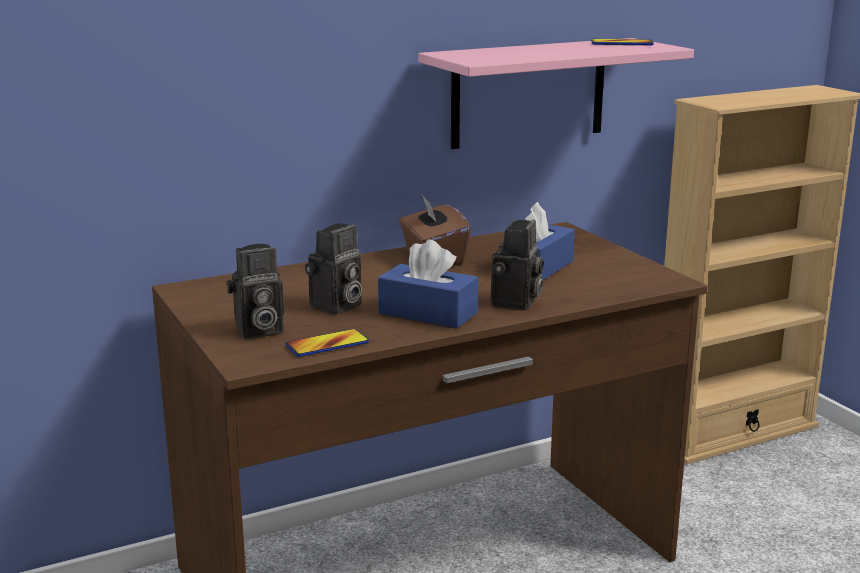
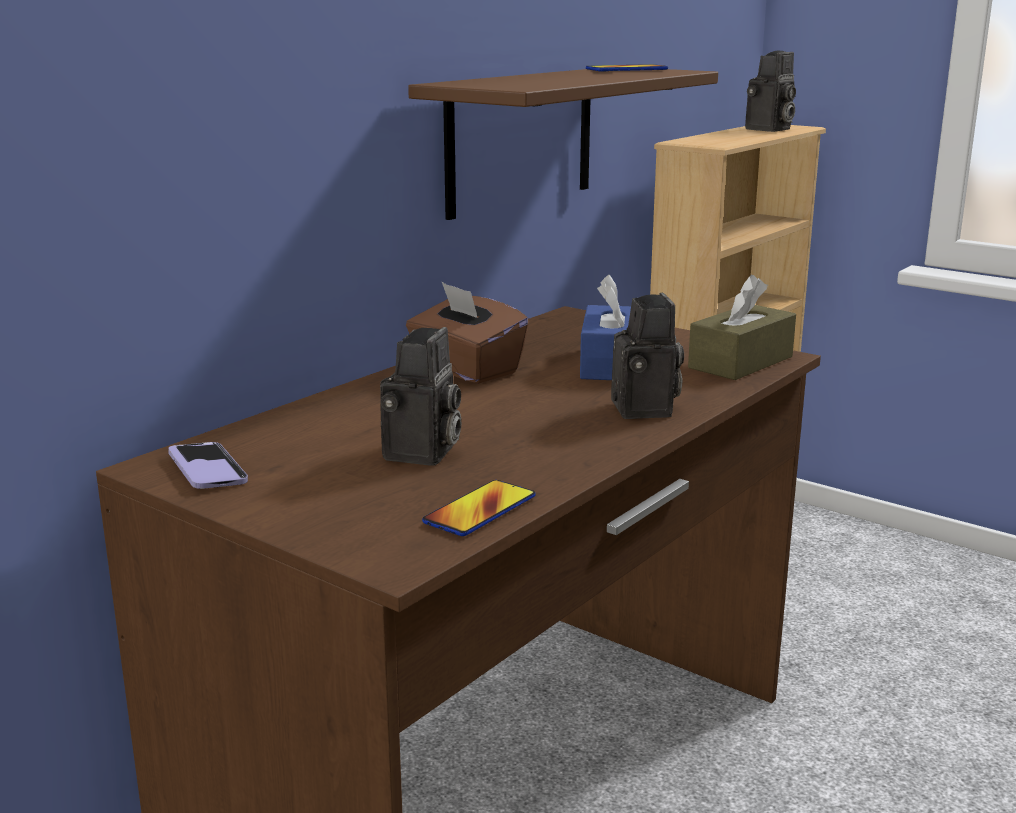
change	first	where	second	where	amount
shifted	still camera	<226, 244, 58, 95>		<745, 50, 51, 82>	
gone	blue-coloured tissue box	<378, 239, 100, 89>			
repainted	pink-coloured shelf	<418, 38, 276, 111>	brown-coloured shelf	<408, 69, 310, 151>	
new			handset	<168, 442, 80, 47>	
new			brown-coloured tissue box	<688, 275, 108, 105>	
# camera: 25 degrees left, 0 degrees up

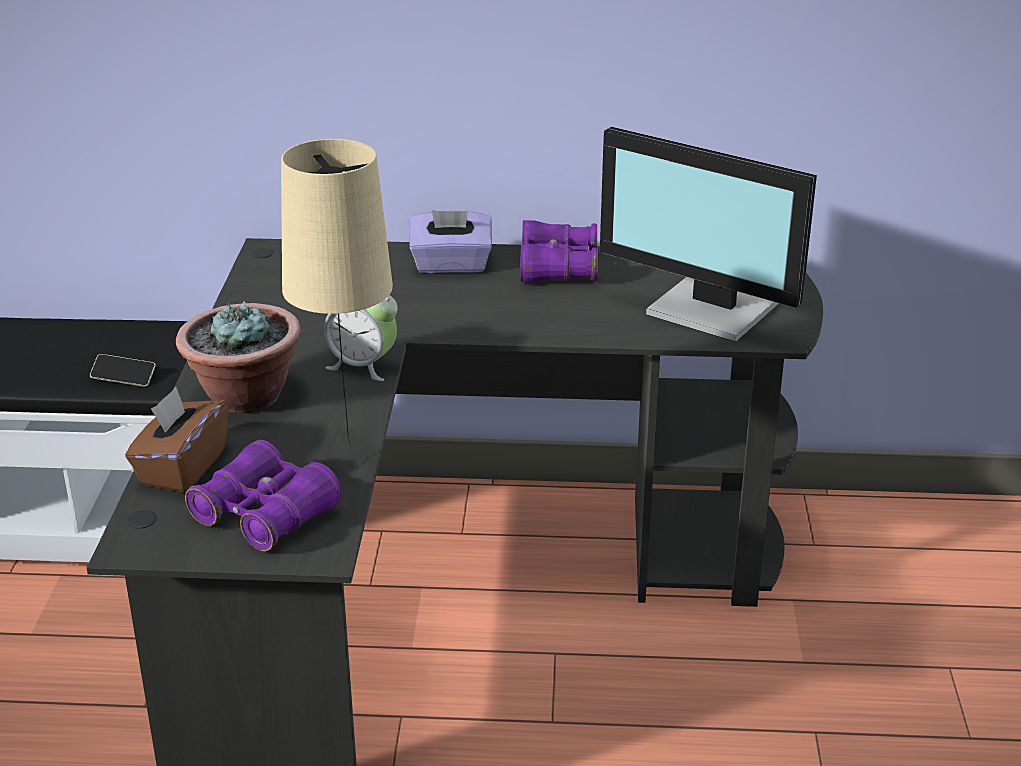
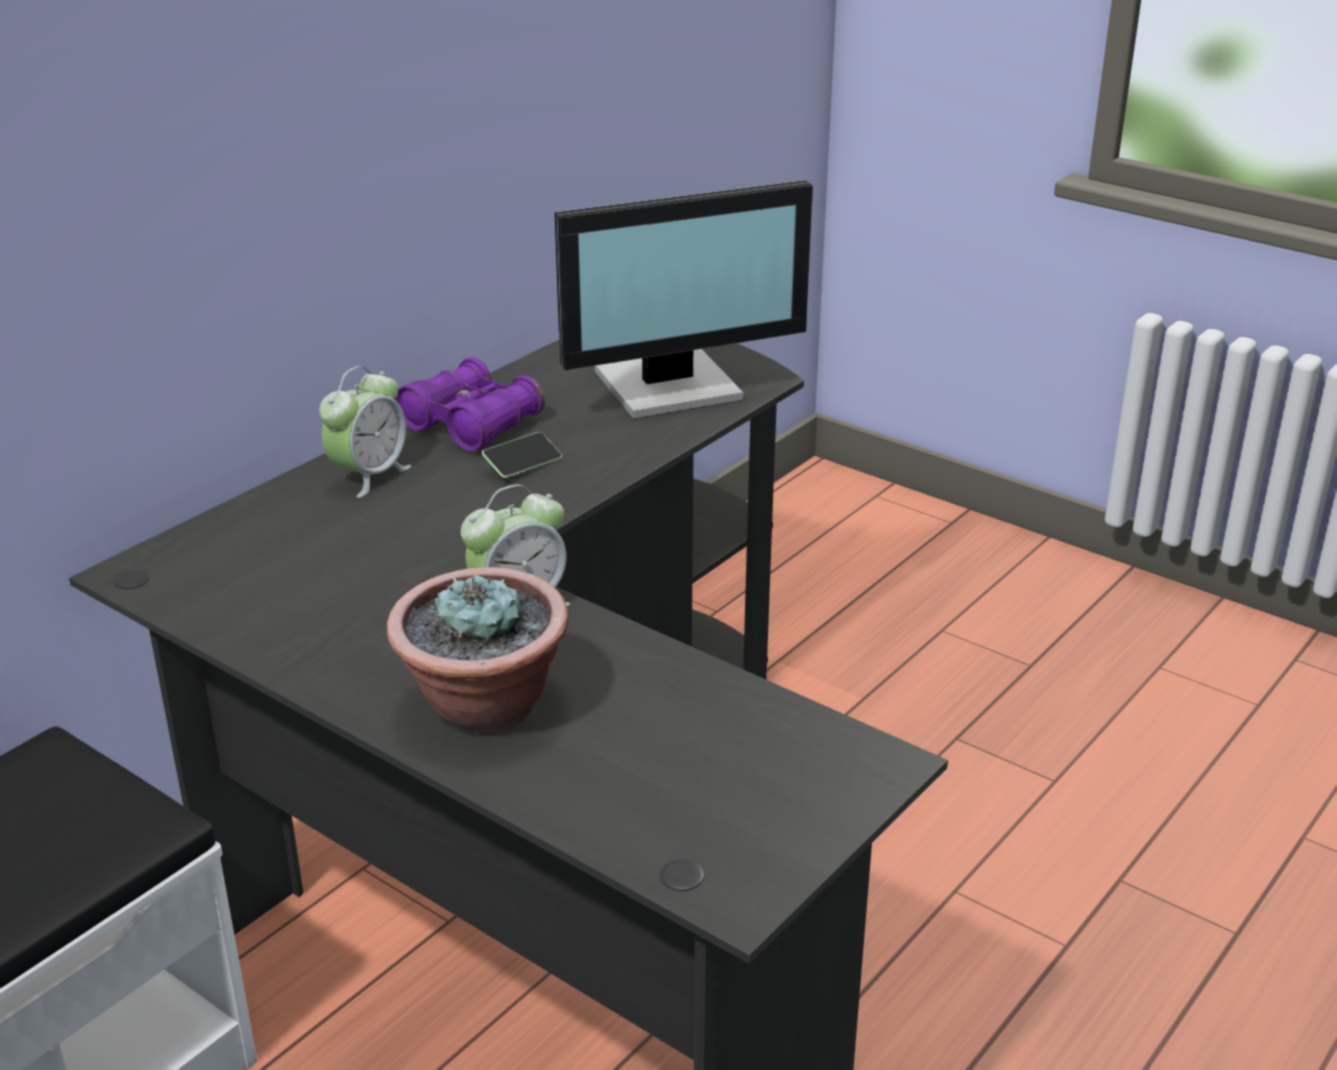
change	first	where	second	where	amount
shifted	handset	<90, 354, 66, 33>		<482, 432, 80, 46>	
gone	brown-coloured tissue box	<125, 387, 104, 106>			
gone	purplish pair of binoculars	<185, 440, 157, 111>			
gone	beige tabletop lamp	<281, 139, 112, 329>			
swapped	purplish tissue box	<409, 210, 83, 63>	table clock	<319, 366, 92, 132>	
# camera: 55 degrees left, 0 degrees up

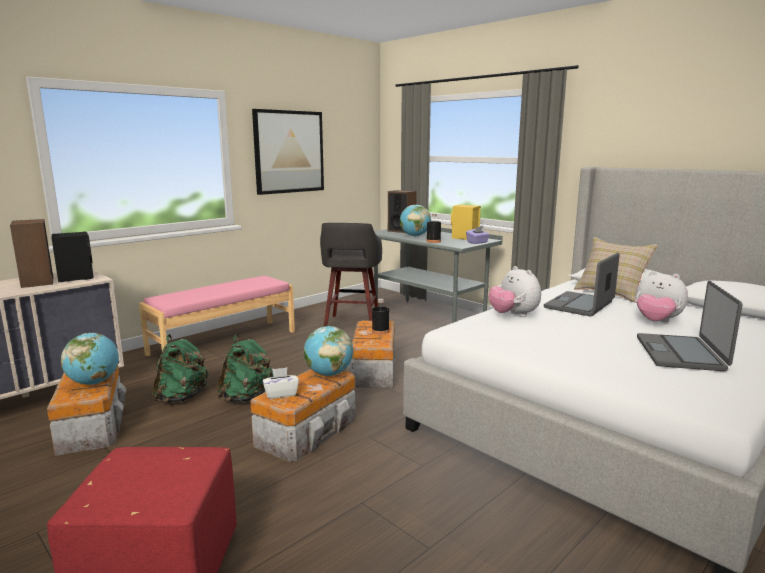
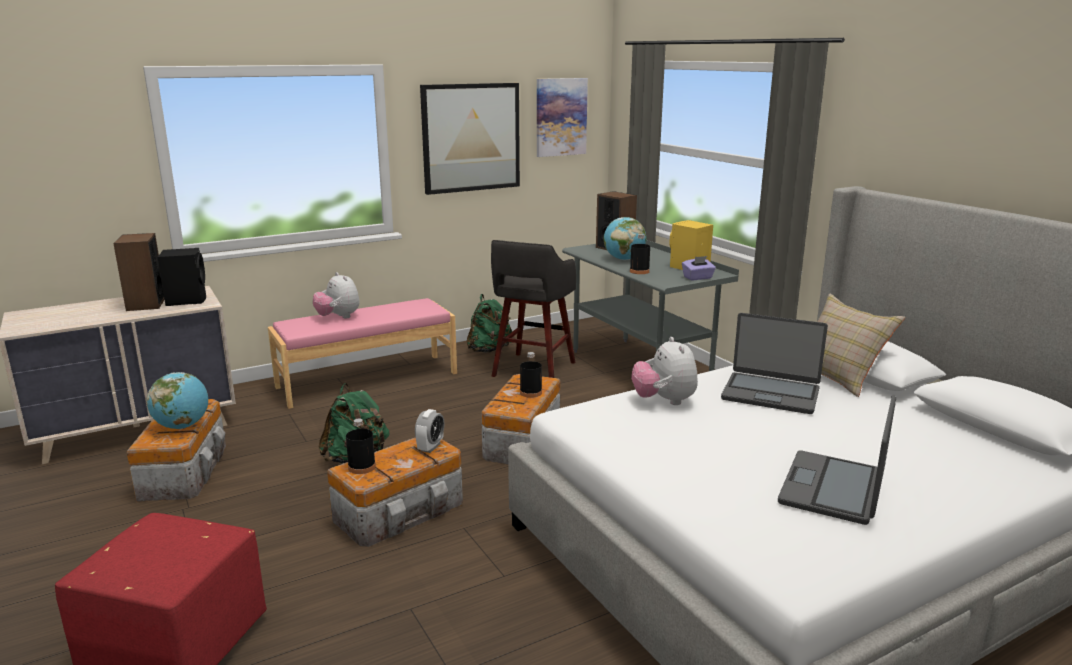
change	first	where	second	where	amount
shifted	greenish backpack	<152, 334, 57, 69>		<467, 294, 45, 59>	
swapped	white-coloured tissue box	<263, 367, 36, 32>	black beverage bottle	<346, 419, 30, 55>	
swapped	desk globe	<304, 326, 49, 50>	table clock	<415, 409, 29, 44>	
rotated	notebook computer	<544, 252, 76, 65>		<721, 313, 107, 101>	120 degrees counterclockwise
shifted	cuddly toy	<636, 271, 52, 51>		<313, 272, 47, 46>	
new			wall picture	<537, 78, 51, 79>	
# camera: 15 degrees right, 5 degrees up

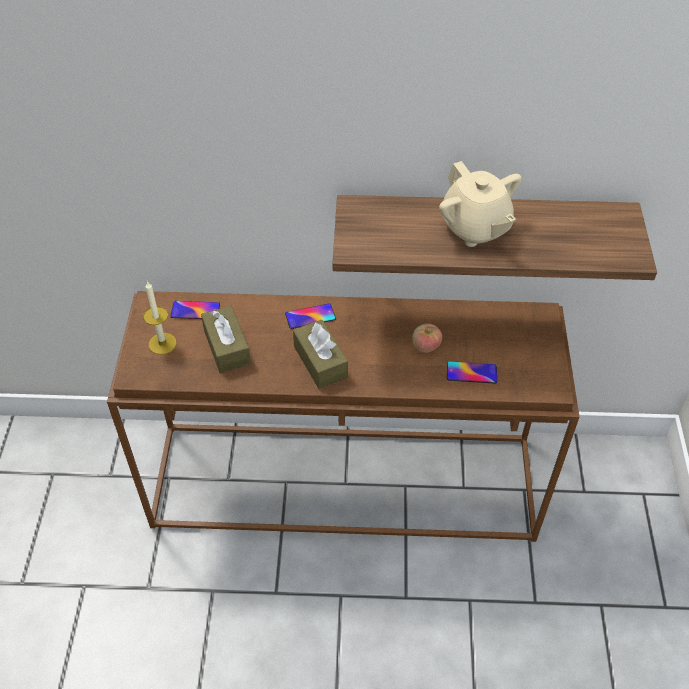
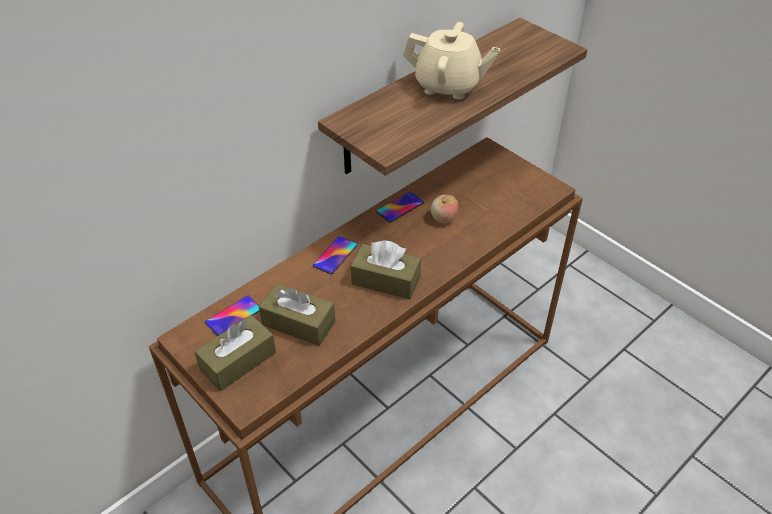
change	first	where	second	where	amount
swapped	candle	<143, 281, 34, 74>	brown-coloured tissue box	<195, 315, 81, 76>	
shifted	handset	<447, 361, 50, 23>		<376, 192, 48, 30>	
# camera: 45 degrees left, 5 degrees down

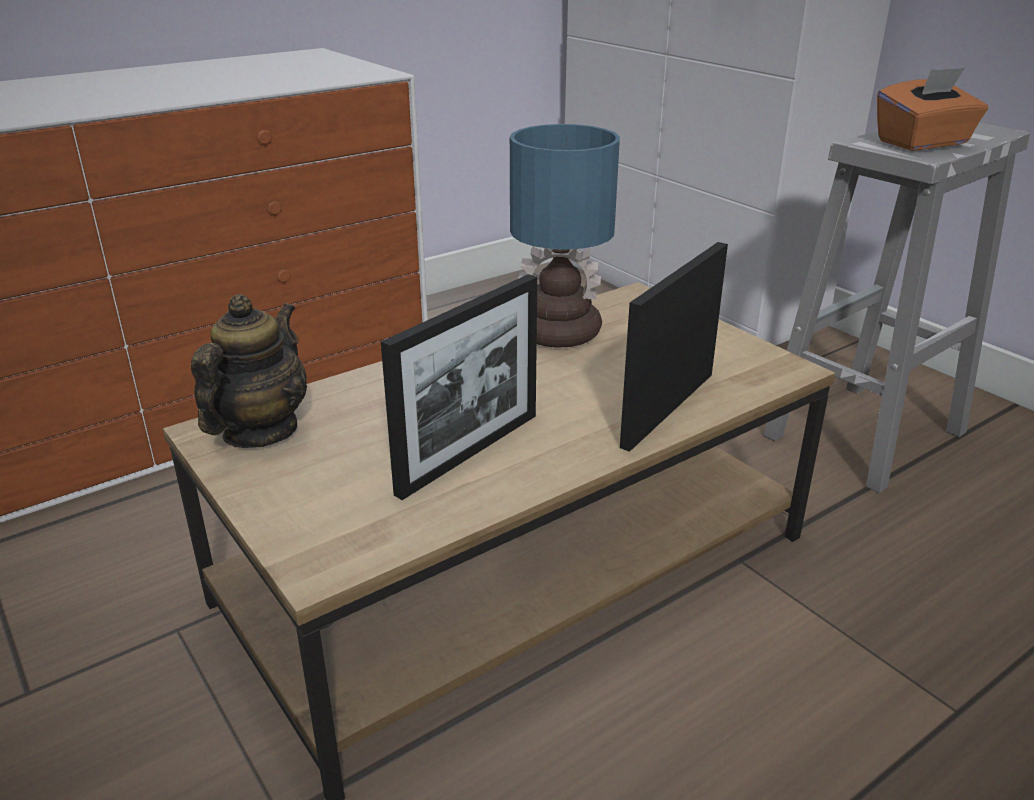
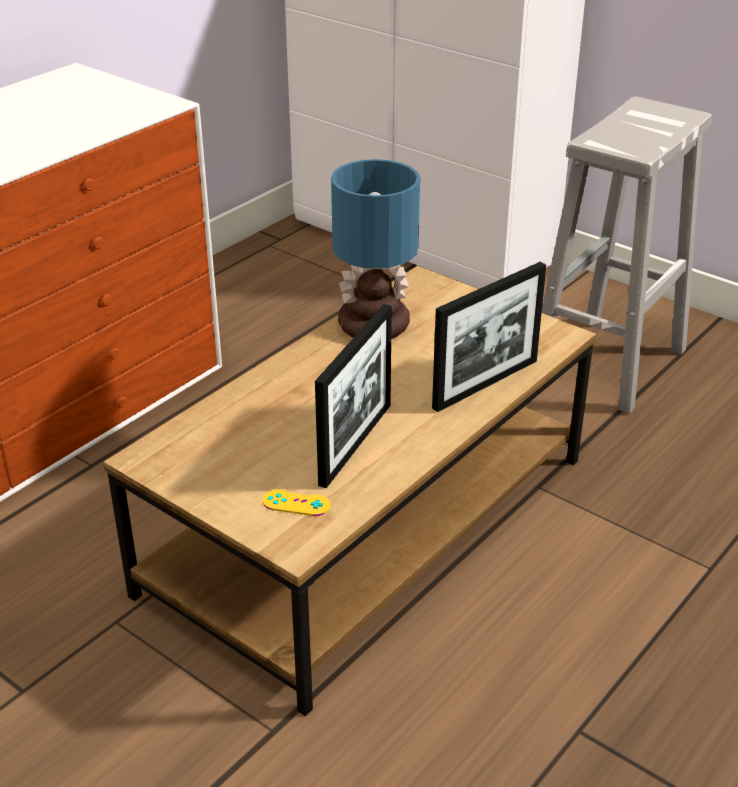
change	first	where	second	where	amount
gone	teapot	<191, 294, 116, 154>			
rotated	picture frame	<620, 242, 108, 210>		<432, 262, 114, 150>	150 degrees counterclockwise
gone	orange tissue box	<877, 67, 111, 83>			
new			yellow gamepad	<262, 489, 69, 27>	
# camera: 15 degrees left, 5 degrees up

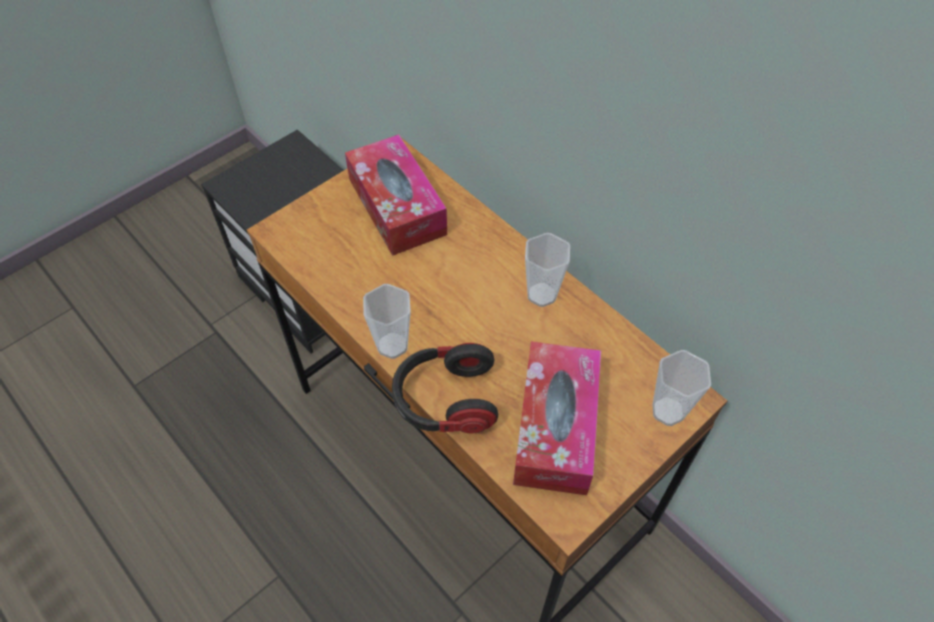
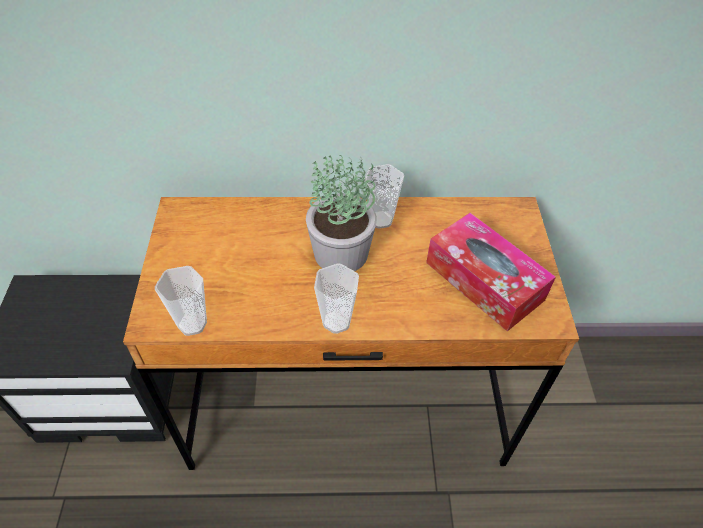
change	first	where	second	where	amount
gone	tissue box	<345, 134, 102, 122>			
gone	headphones	<392, 343, 106, 90>			
shifted	cup	<652, 350, 59, 76>		<155, 266, 52, 70>	
new			houseplant	<306, 155, 71, 116>	
# camera: 50 degrees left, 5 degrees down

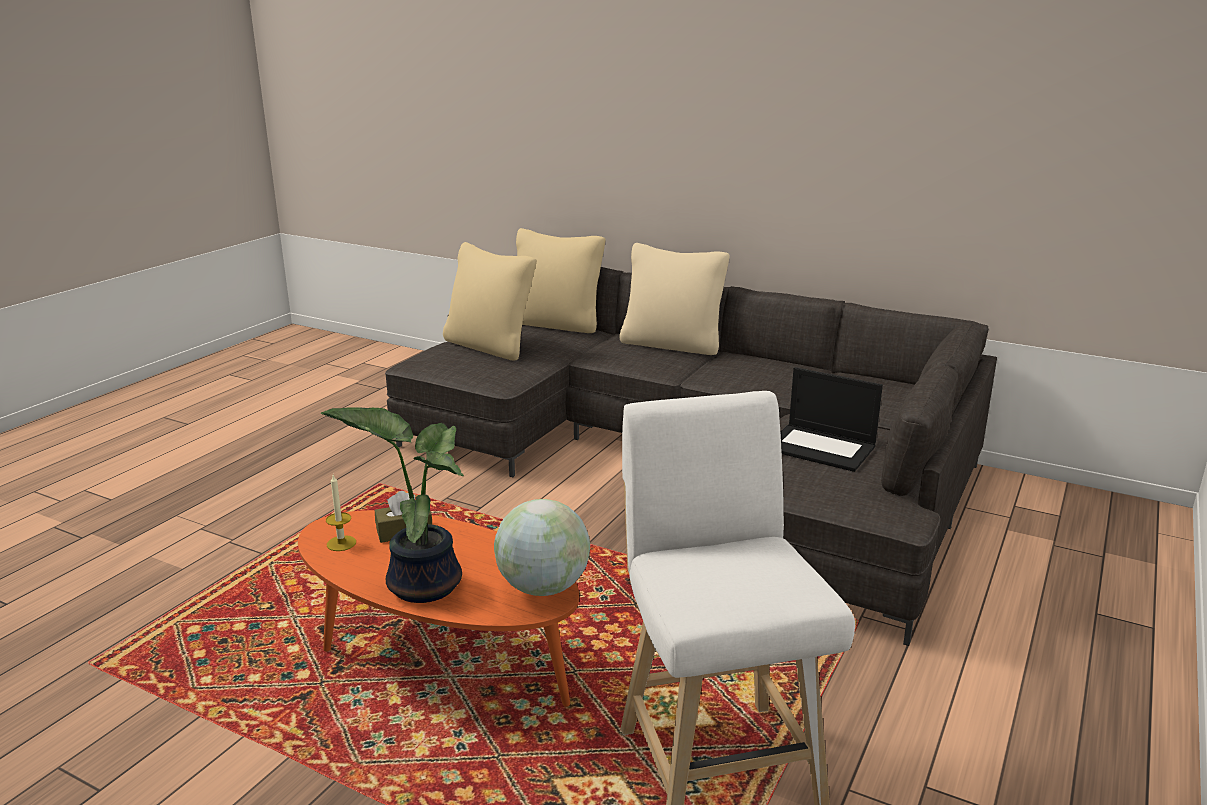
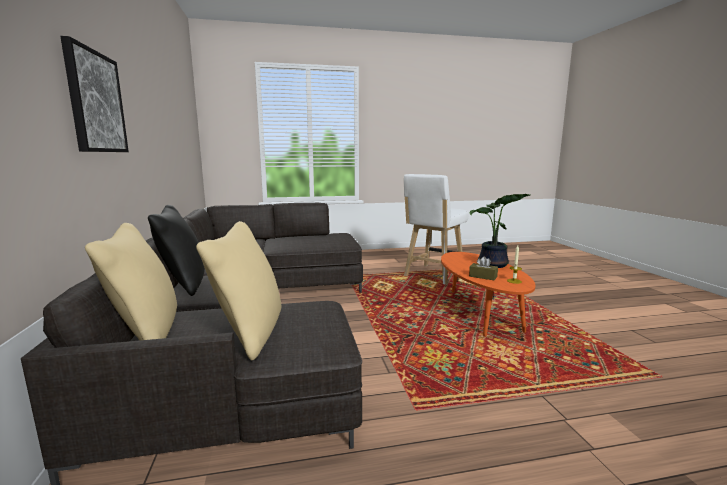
change	first	where	second	where	amount
gone	desk globe	<494, 499, 96, 97>			
repainted	beige cushion	<619, 243, 111, 112>	black cushion	<148, 205, 57, 91>	
gone	notebook computer	<780, 367, 103, 105>			
new			wall picture	<60, 36, 69, 116>	
# camera: 130 degrees left, 10 degrees down

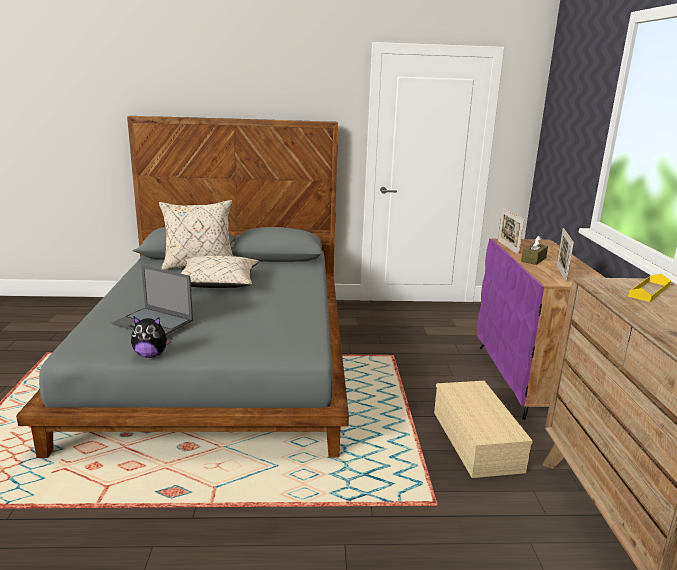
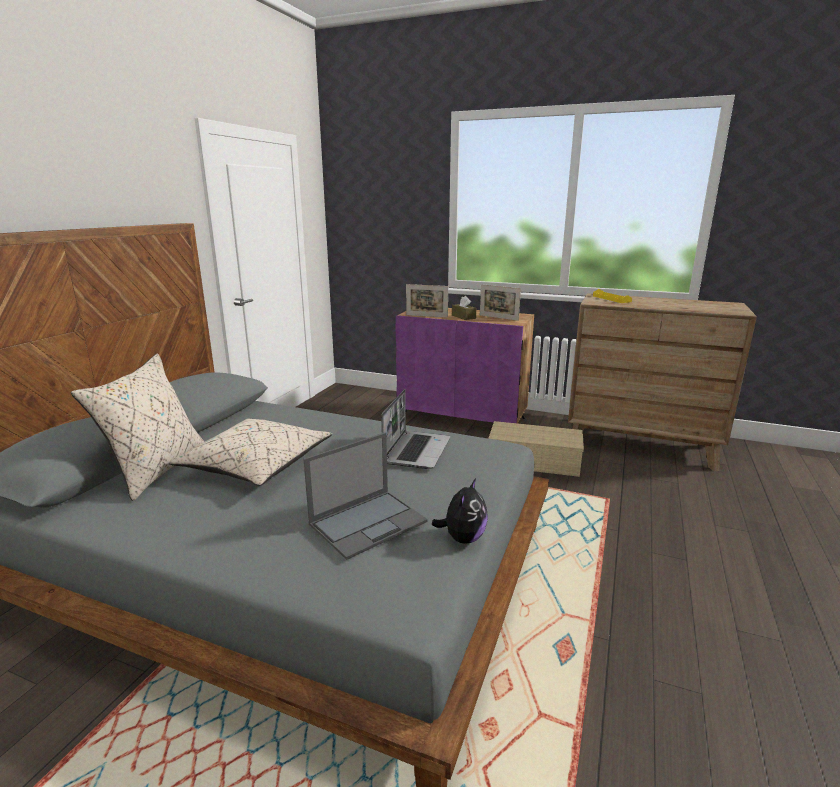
change	first	where	second	where	amount
new			notebook computer	<381, 389, 69, 80>	
# camera: 65 degrees left, 0 degrees up

